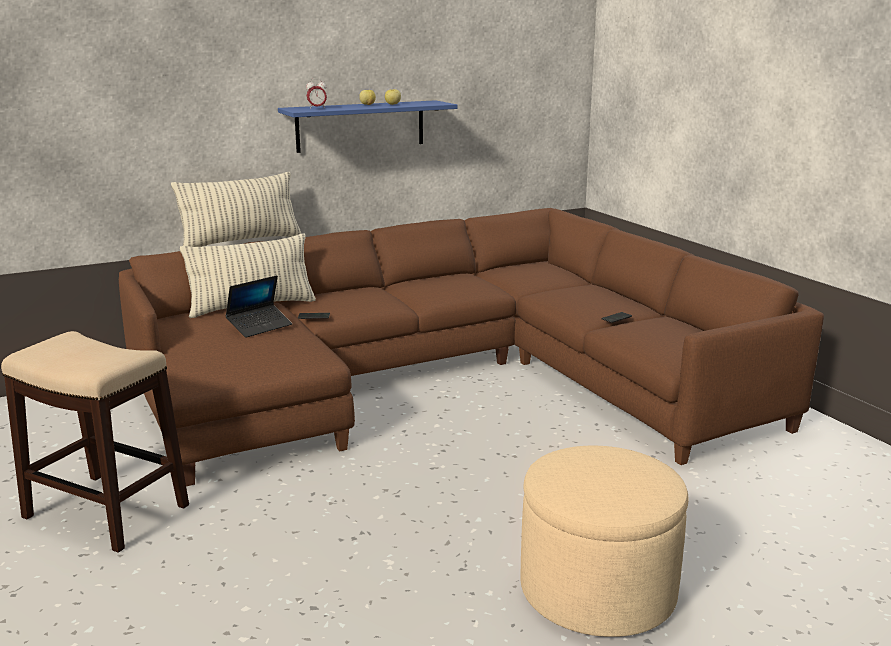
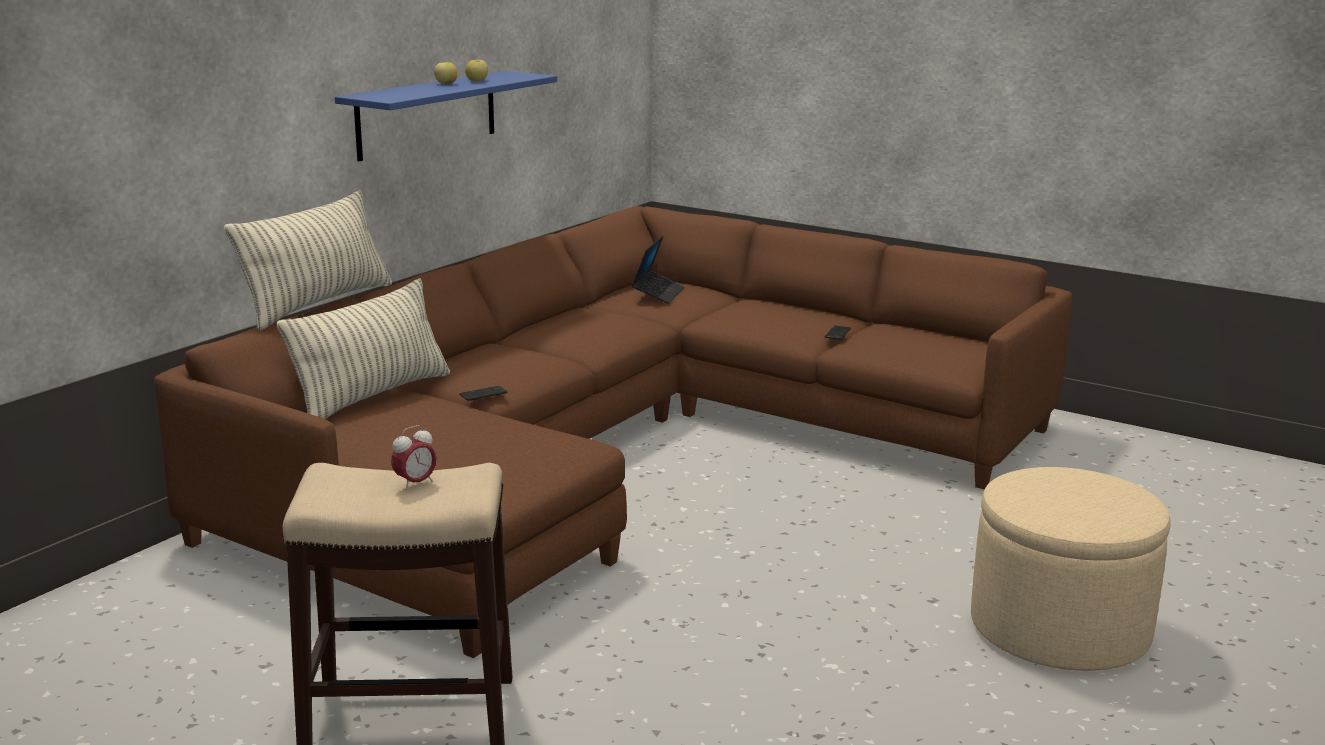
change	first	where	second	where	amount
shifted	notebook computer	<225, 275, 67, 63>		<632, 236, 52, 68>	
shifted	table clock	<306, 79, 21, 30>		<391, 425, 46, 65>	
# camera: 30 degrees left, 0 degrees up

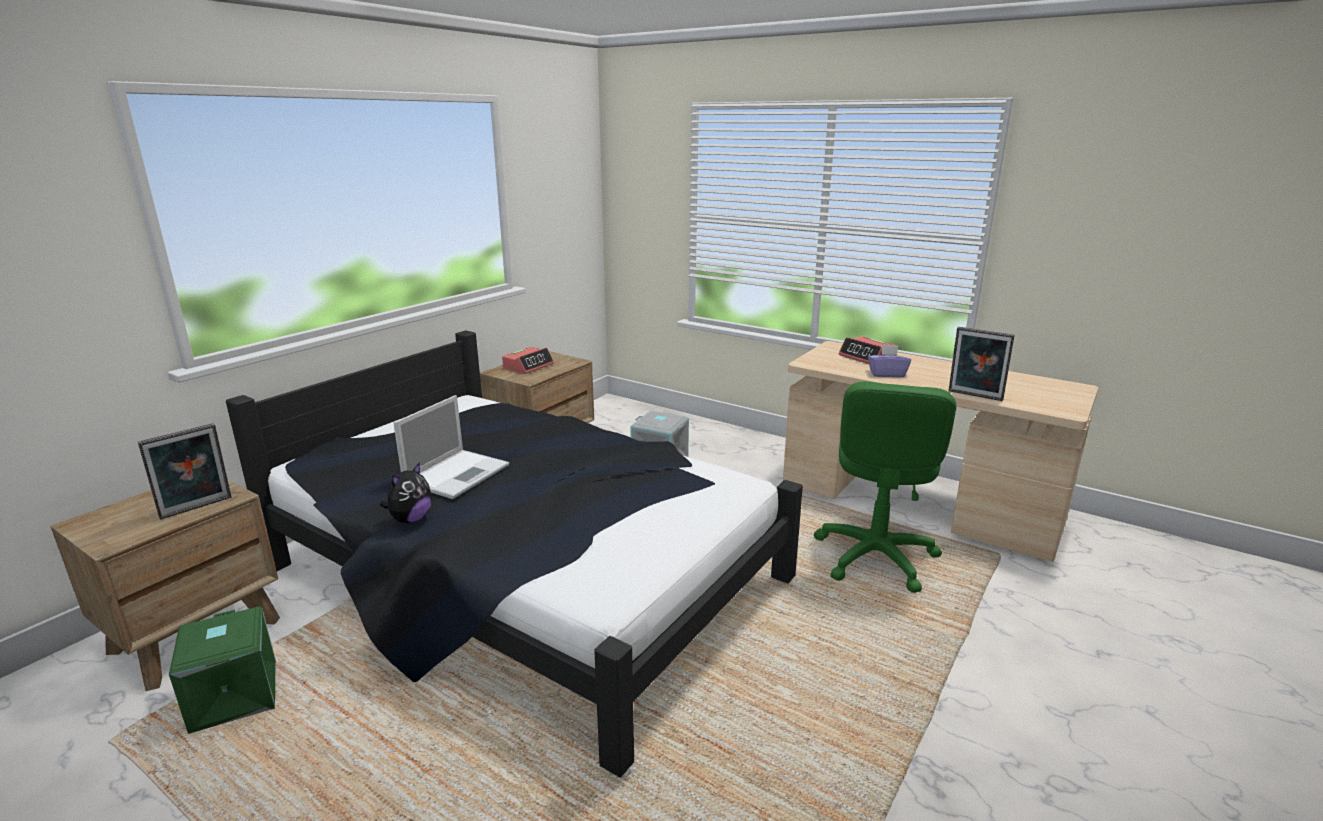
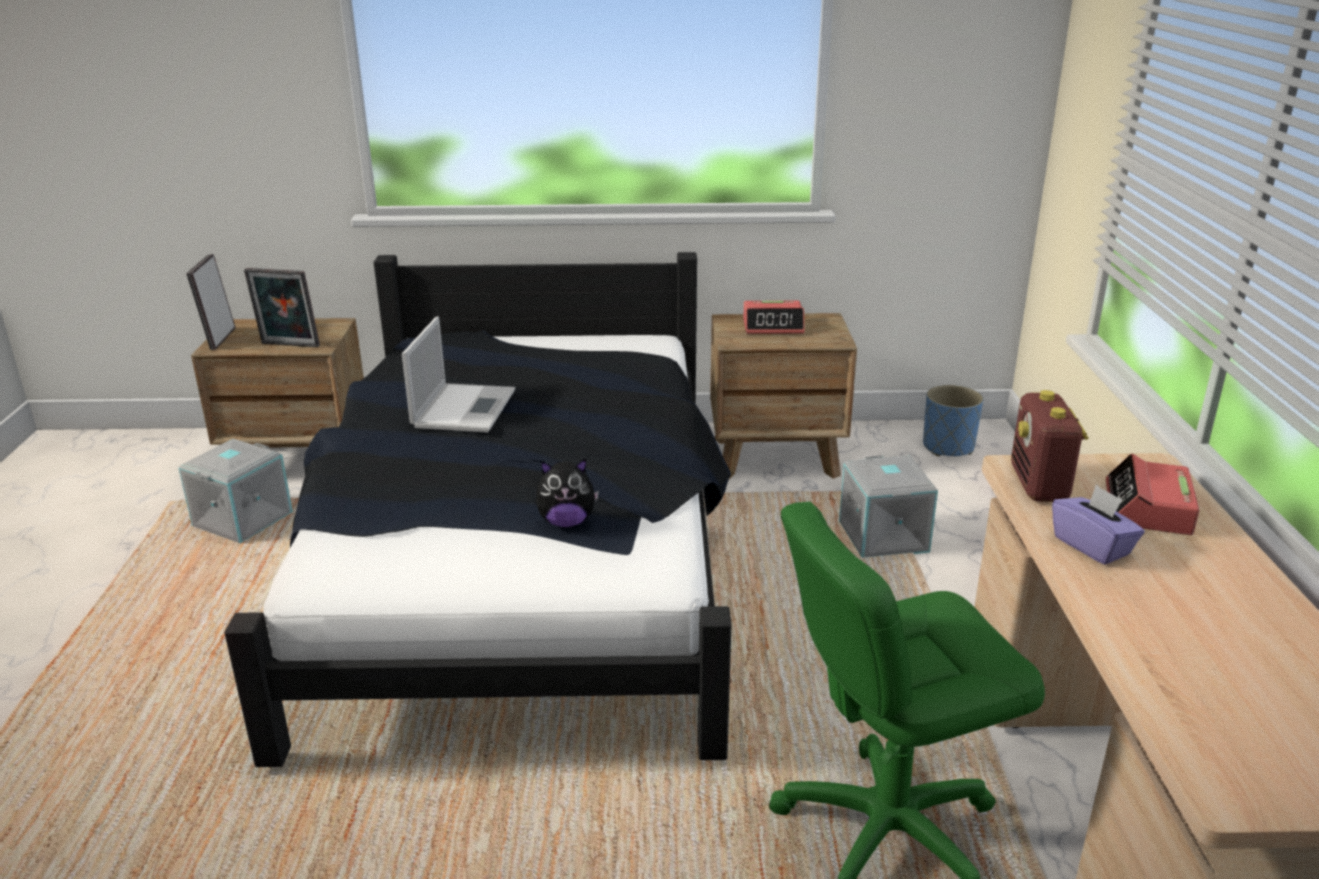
change	first	where	second	where	amount
repainted	greenish storage container	<169, 607, 107, 127>	grey storage container	<178, 439, 115, 104>	
shifted	cuddly toy	<380, 462, 52, 61>		<536, 459, 63, 69>	
rotated	notebook computer	<393, 395, 116, 104>		<402, 316, 113, 117>	75 degrees counterclockwise
shifted	picture frame	<949, 327, 66, 74>		<186, 254, 49, 96>	
new			blue-coloured flower pot	<923, 385, 60, 72>	
new			radio set	<1011, 390, 77, 112>	
# camera: 55 degrees right, 5 degrees up

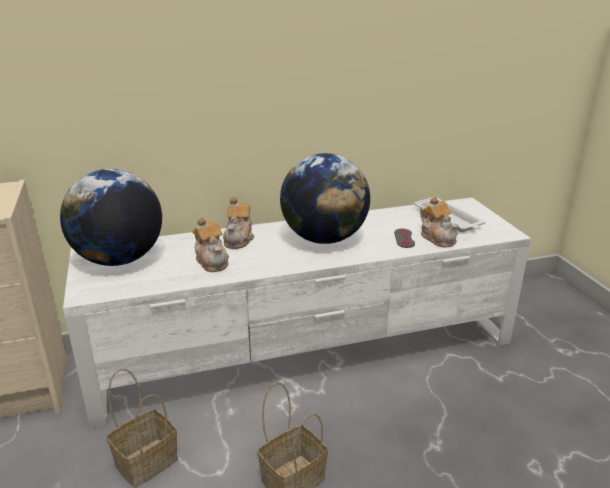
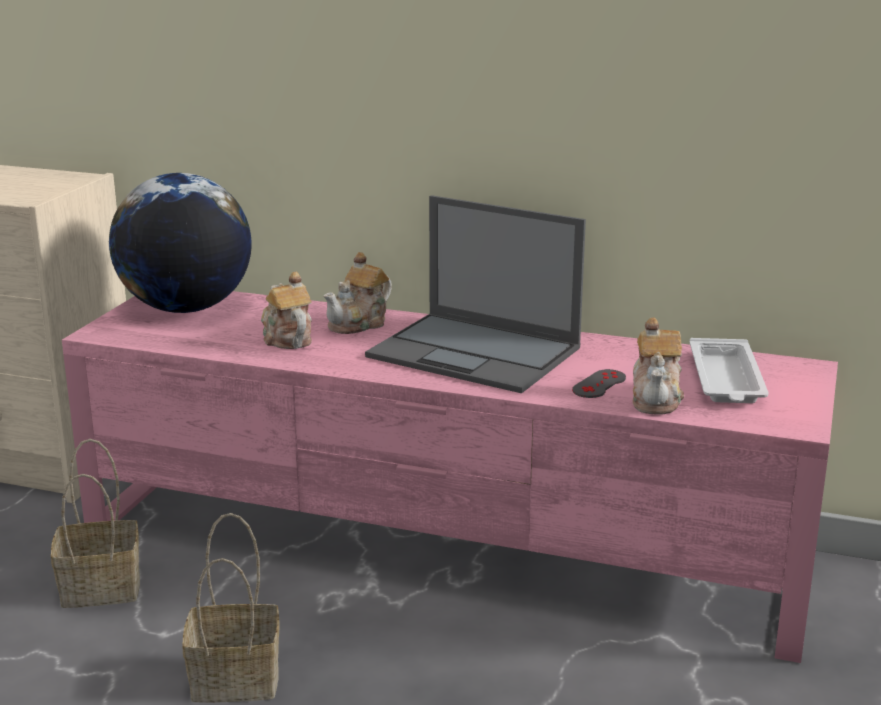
change	first	where	second	where	amount
repainted	white-coloured media console	<63, 198, 468, 230>	pink-coloured media console	<62, 291, 776, 372>	
rotated	teapot	<192, 217, 37, 55>		<261, 271, 51, 78>	150 degrees clockwise
swapped	desk globe	<280, 153, 90, 91>	notebook computer	<365, 195, 221, 198>	
# camera: 35 degrees right, 5 degrees down

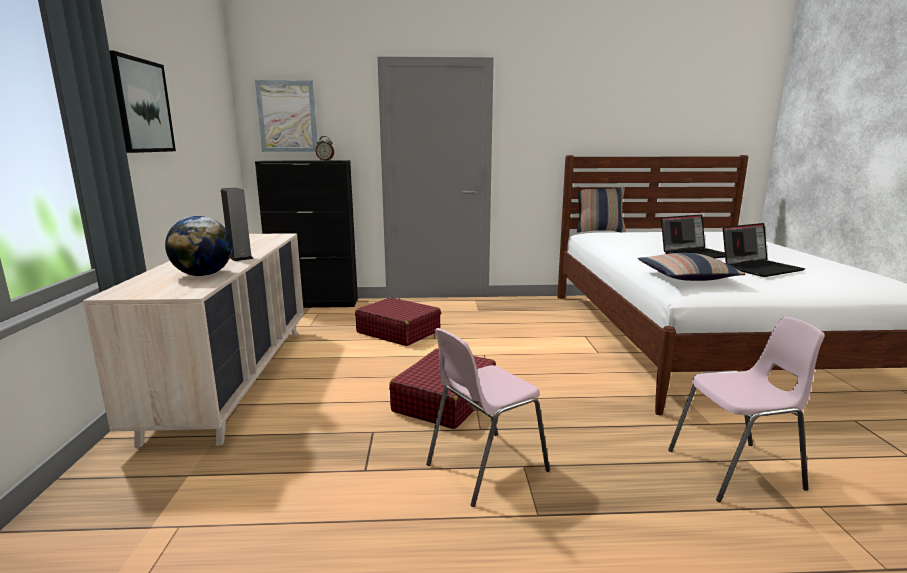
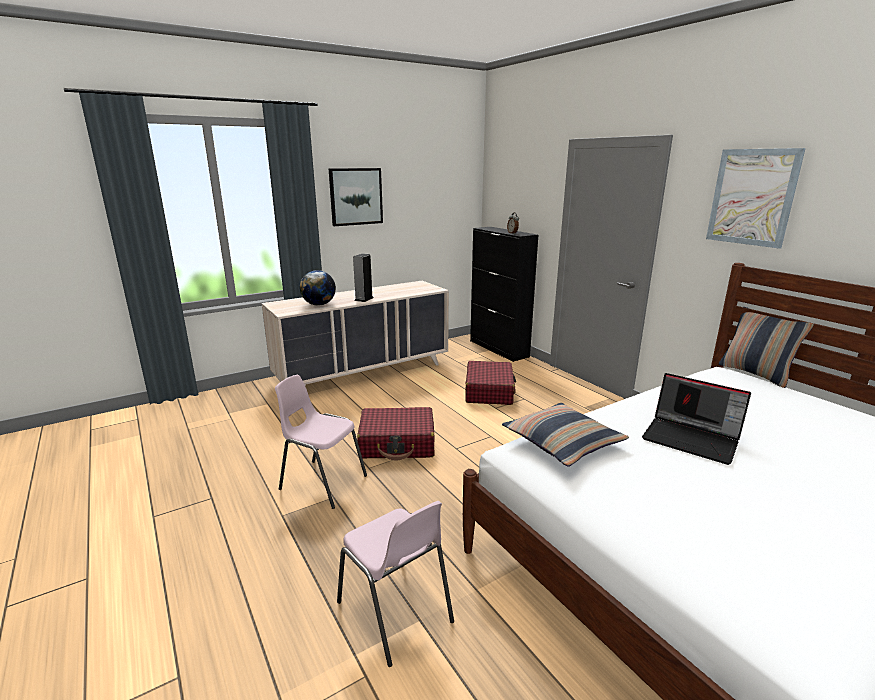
change	first	where	second	where	amount
shifted	wall picture	<255, 80, 62, 72>		<706, 148, 100, 101>	
gone	notebook computer	<723, 223, 82, 54>			
# camera: 60 degrees right, 5 degrees up

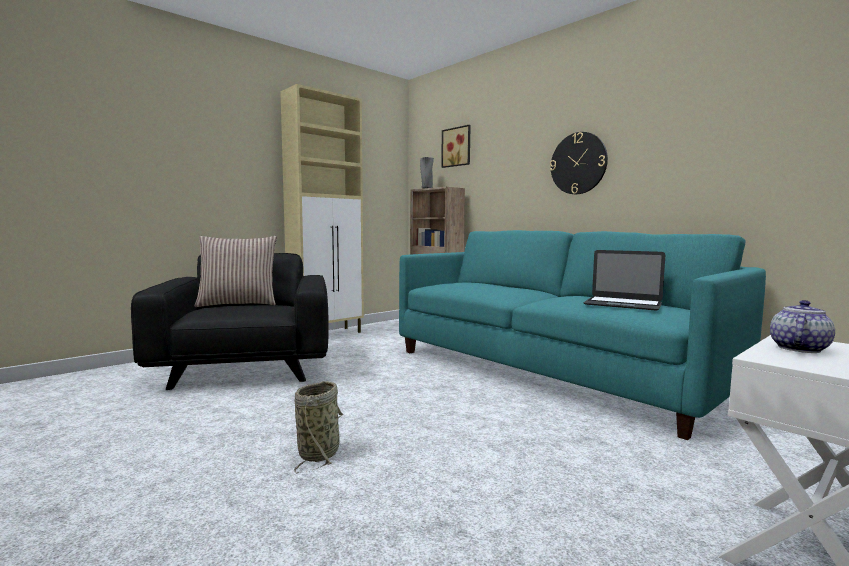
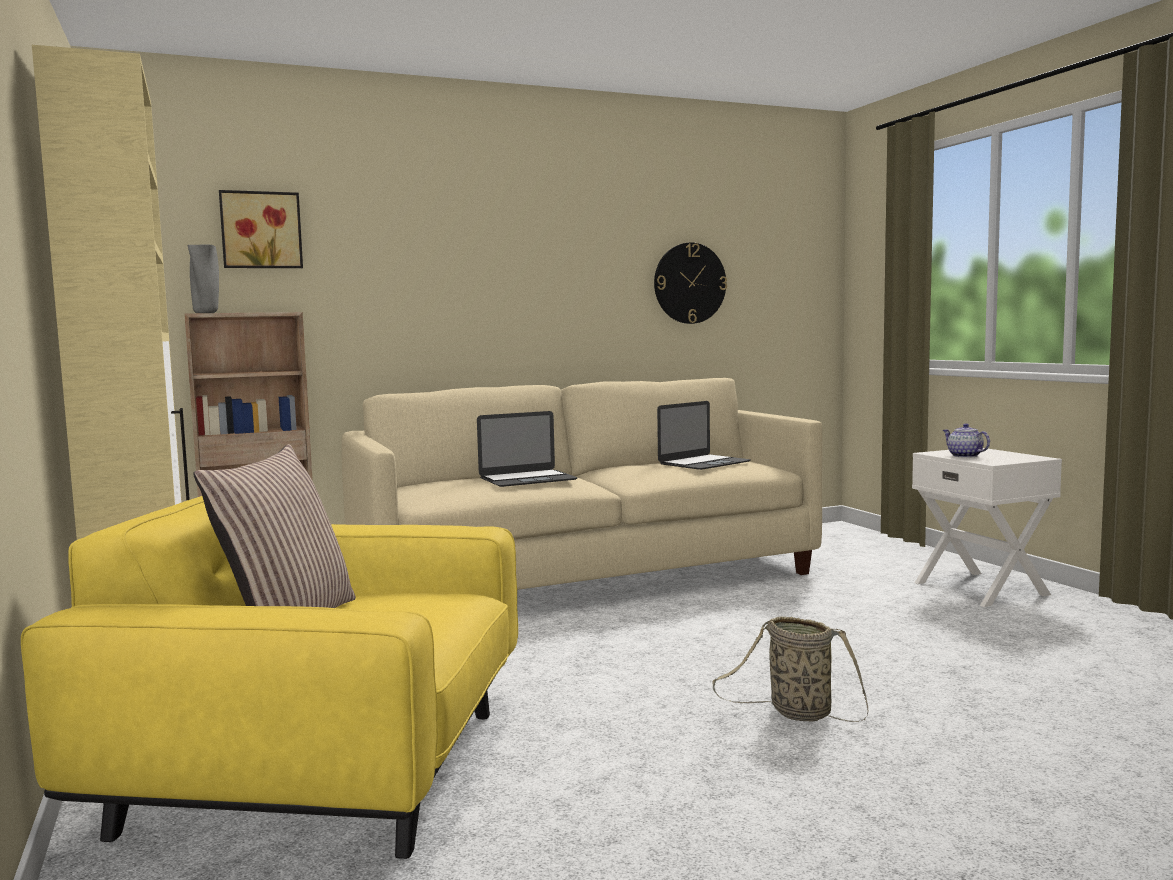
change	first	where	second	where	amount
repainted	black armchair	<131, 253, 198, 137>	yellow armchair	<21, 496, 497, 363>	
repainted	turquoise sofa	<399, 230, 367, 210>	beige sofa	<341, 378, 481, 212>	
shifted	clock on the wall	<550, 132, 58, 62>		<654, 242, 73, 82>	
new			notebook computer	<477, 411, 101, 76>	
# camera: 70 degrees left, 0 degrees up

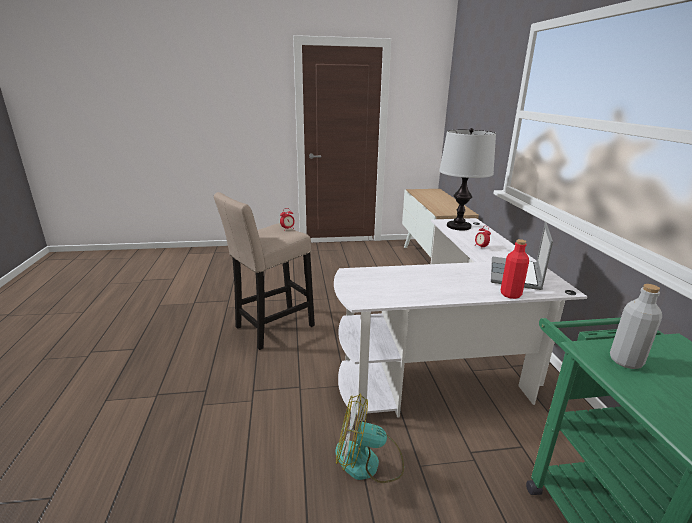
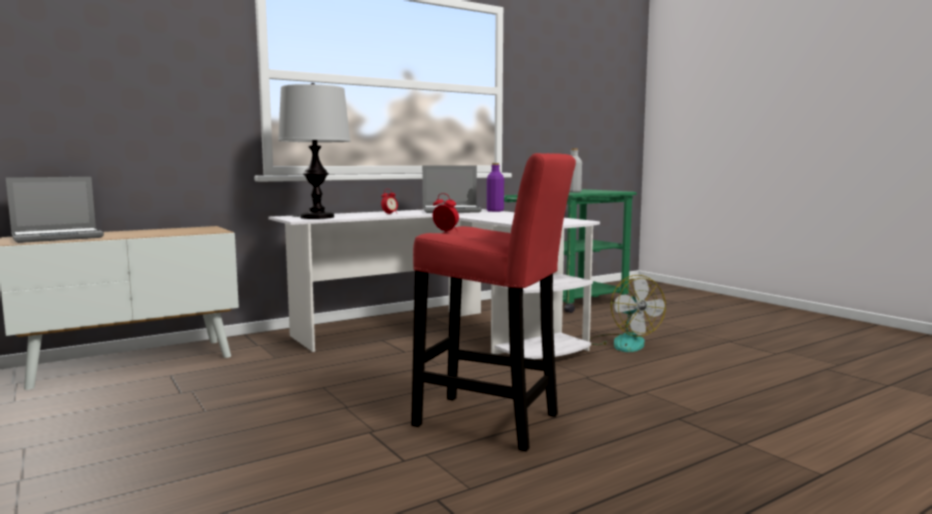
change	first	where	second	where	amount
repainted	beige stool seat	<214, 192, 101, 158>	red-coloured stool seat	<411, 153, 165, 299>	
repainted	red-coloured beverage bottle	<501, 239, 28, 60>	purplish beverage bottle	<487, 163, 17, 49>	
new			notebook computer	<6, 177, 98, 66>	
# camera: 115 degrees left, 15 degrees down

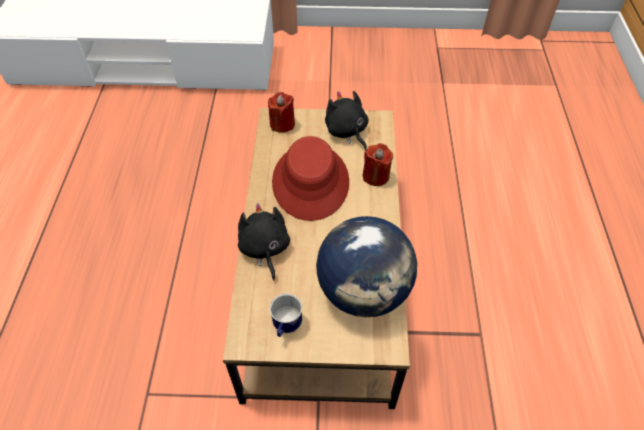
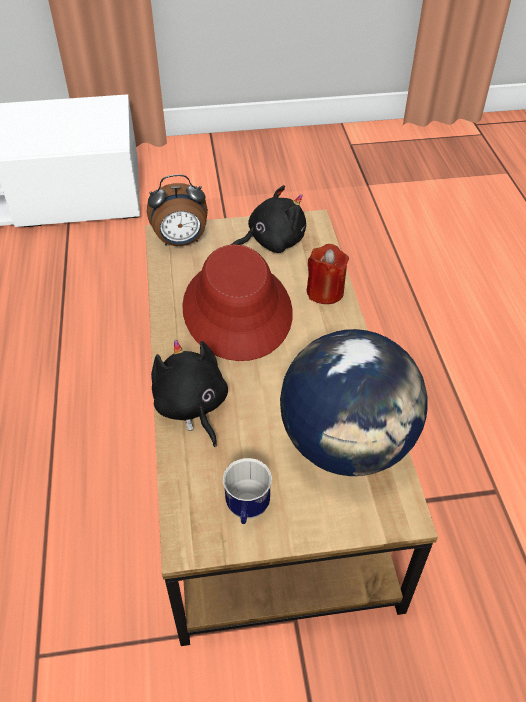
change	first	where	second	where	amount
swapped	red-coloured candle	<268, 92, 27, 41>	table clock	<147, 174, 61, 72>	
rotated	black cuddly toy	<325, 91, 43, 60>		<230, 185, 76, 68>	105 degrees clockwise
# camera: 10 degrees left, 5 degrees down

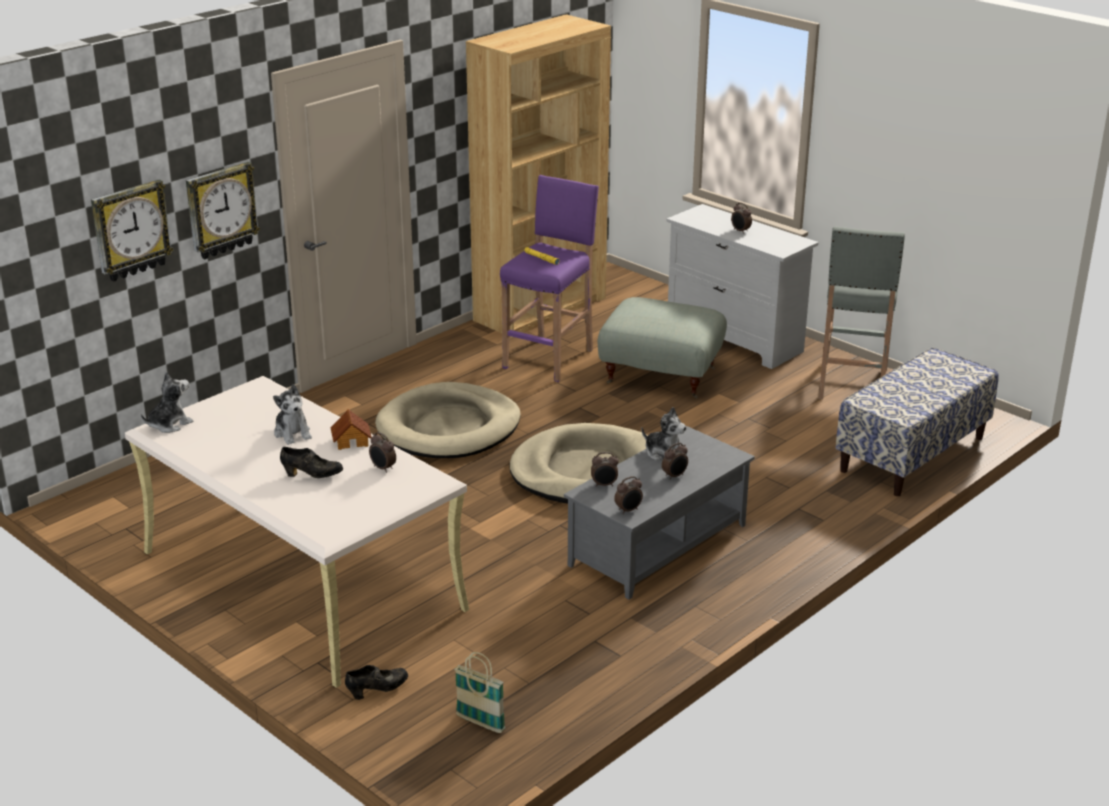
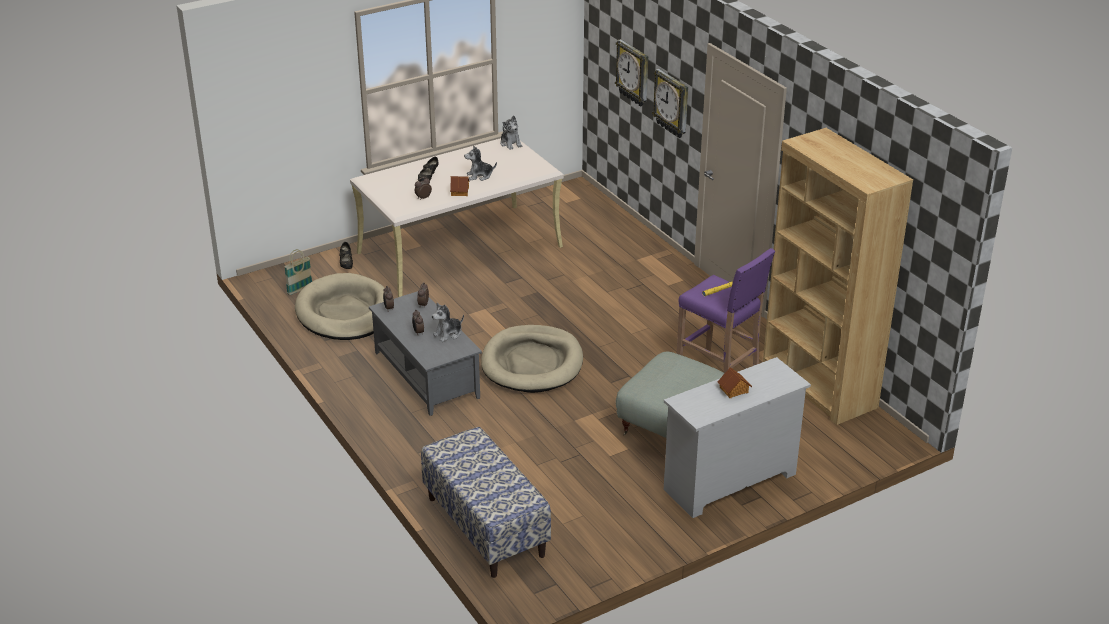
change	first	where	second	where	amount
shifted	beige dog cushion	<375, 382, 146, 76>		<295, 273, 90, 67>	
swapped	table clock	<731, 202, 21, 32>	model house	<718, 367, 34, 31>	
gone	grey stool seat	<819, 226, 86, 173>			
# camera: 105 degrees right, 5 degrees up

